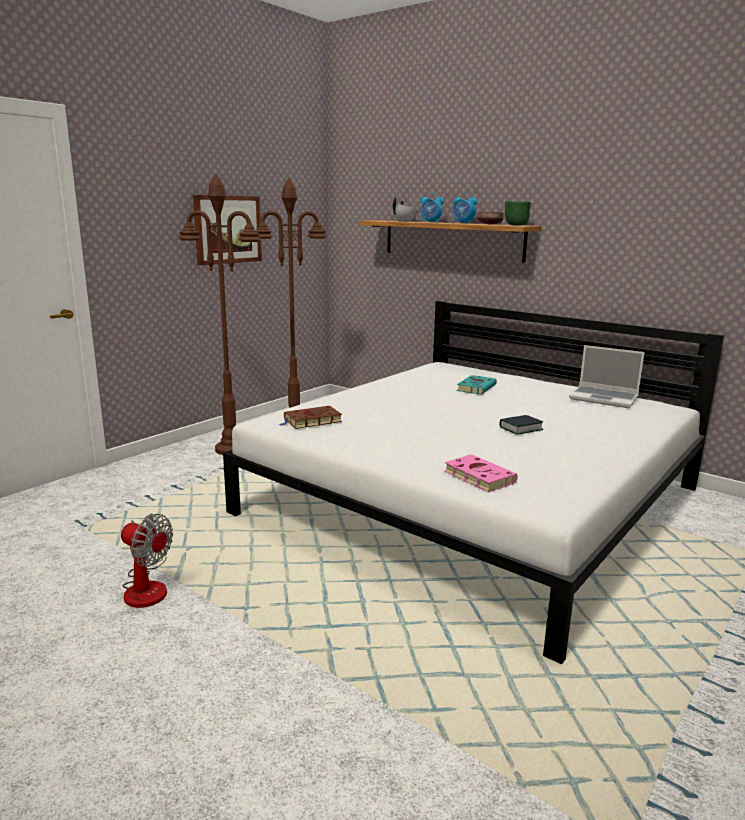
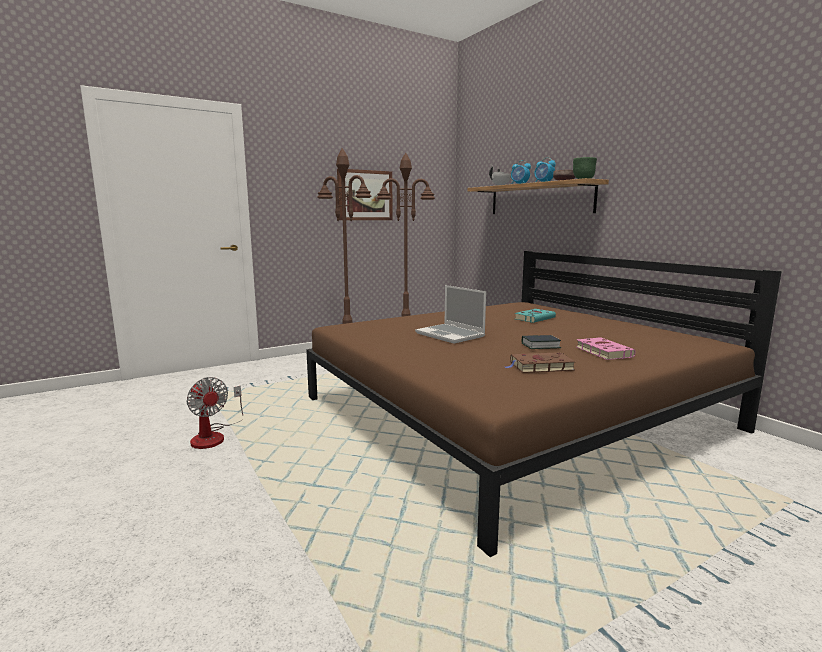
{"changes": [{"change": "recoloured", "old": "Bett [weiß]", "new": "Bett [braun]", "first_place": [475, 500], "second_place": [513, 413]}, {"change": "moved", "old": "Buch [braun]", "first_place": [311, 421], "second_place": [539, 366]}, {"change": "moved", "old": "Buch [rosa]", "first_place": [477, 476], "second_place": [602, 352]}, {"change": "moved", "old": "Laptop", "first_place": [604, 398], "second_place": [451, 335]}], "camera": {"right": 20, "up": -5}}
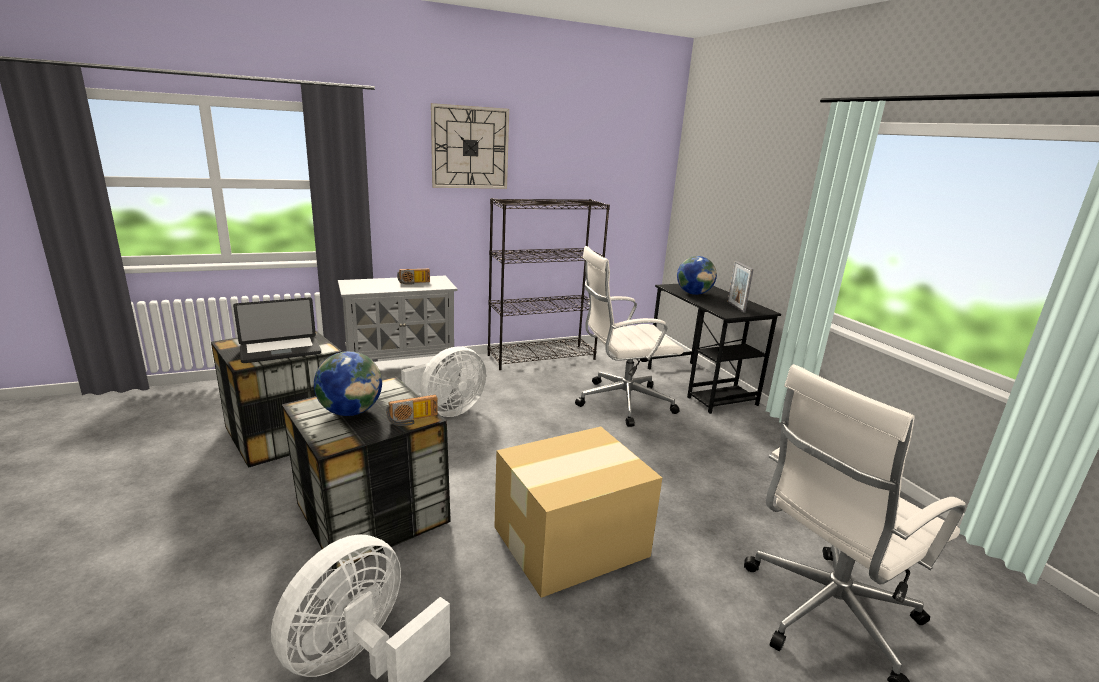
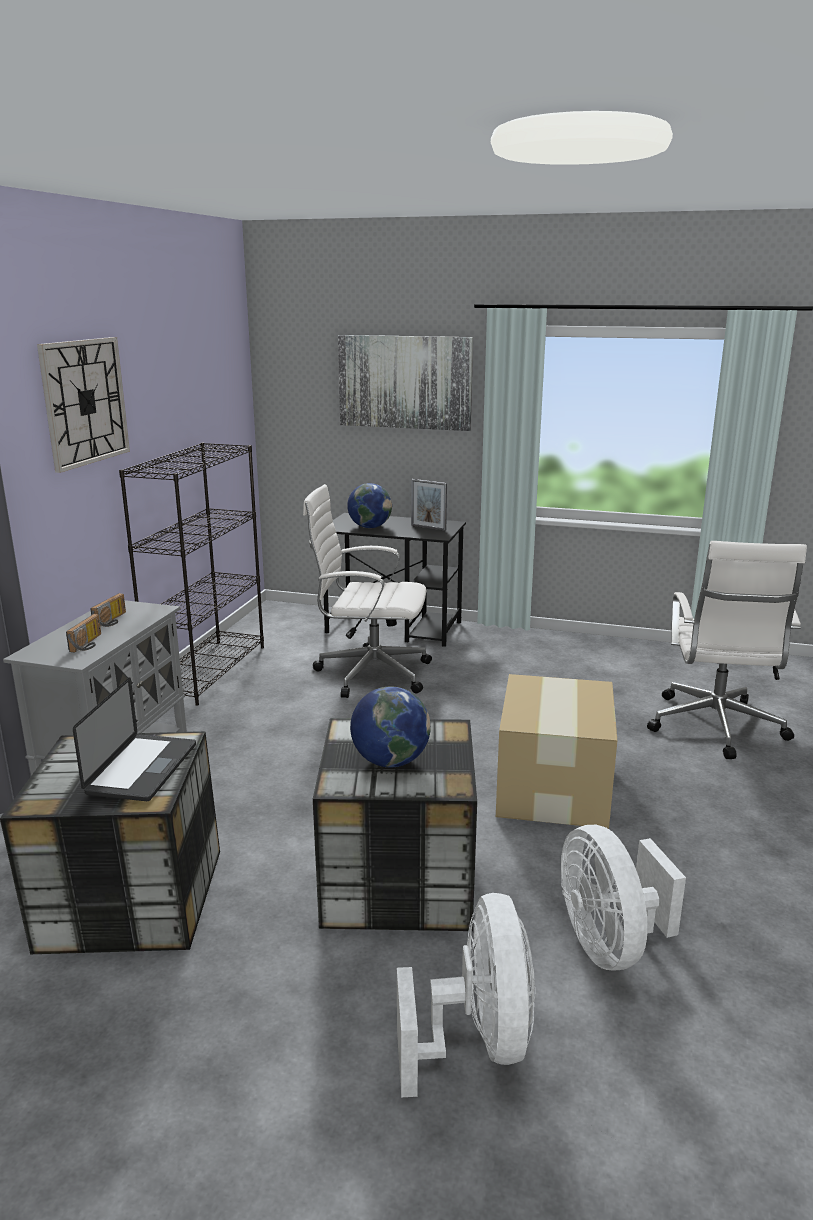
{"changes": [{"change": "moved", "old": "Radio", "first_place": [413, 420], "second_place": [89, 644]}, {"change": "moved", "old": "Ventilator [weiß]", "first_place": [447, 411], "second_place": [477, 1042]}, {"change": "turned", "old": "Bürostuhl [weiß]", "first_place": [621, 402], "second_place": [370, 673], "degrees": 75}, {"change": "added", "new": "Bild", "second_place": [405, 382]}], "camera": {"right": -50, "up": 0}}
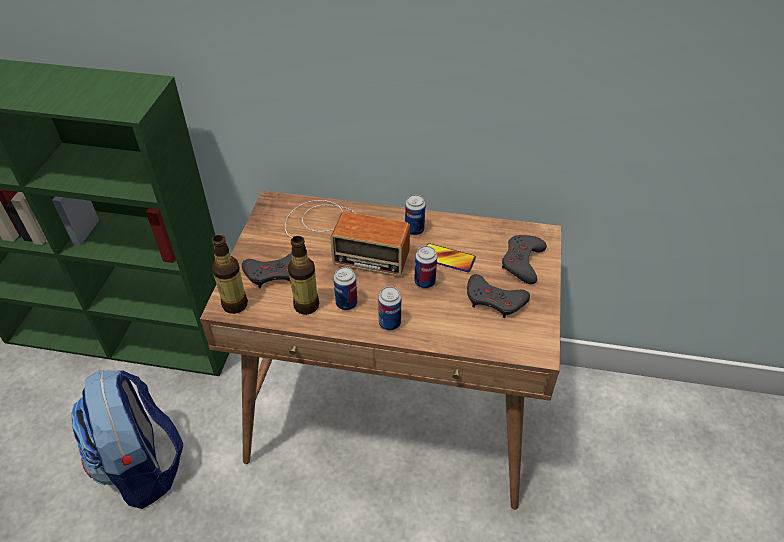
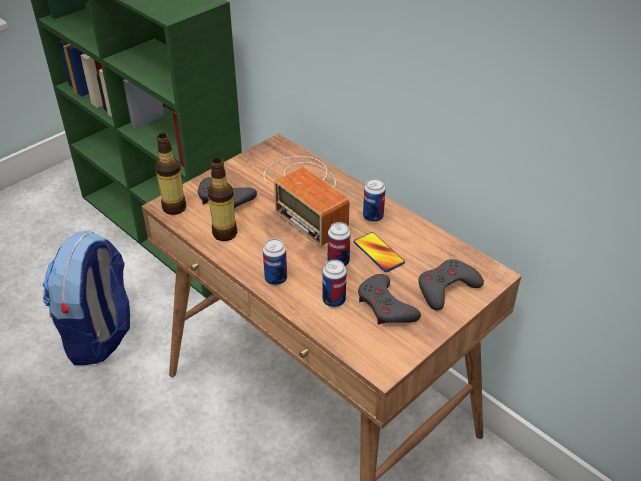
{"changes": [{"change": "moved", "old": "Dose", "first_place": [346, 303], "second_place": [334, 300]}], "camera": {"right": 35, "up": -5}}
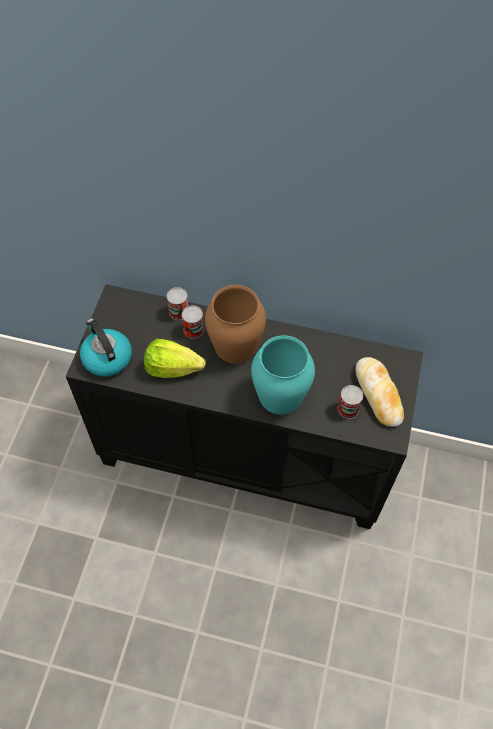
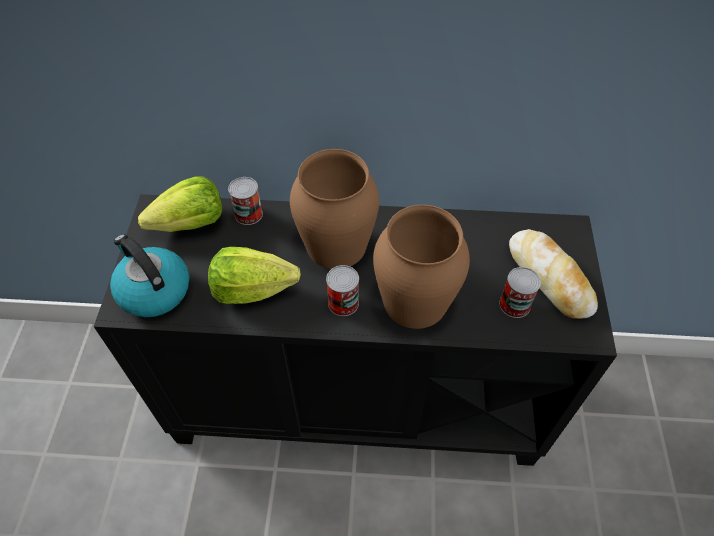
{"changes": [{"change": "moved", "old": "Dose", "first_place": [193, 330], "second_place": [343, 303]}, {"change": "recoloured", "old": "Vase [türkis]", "new": "Vase [braun]", "first_place": [280, 395], "second_place": [414, 301]}, {"change": "added", "new": "Salatkopf", "second_place": [190, 224]}], "camera": {"right": -10, "up": -5}}
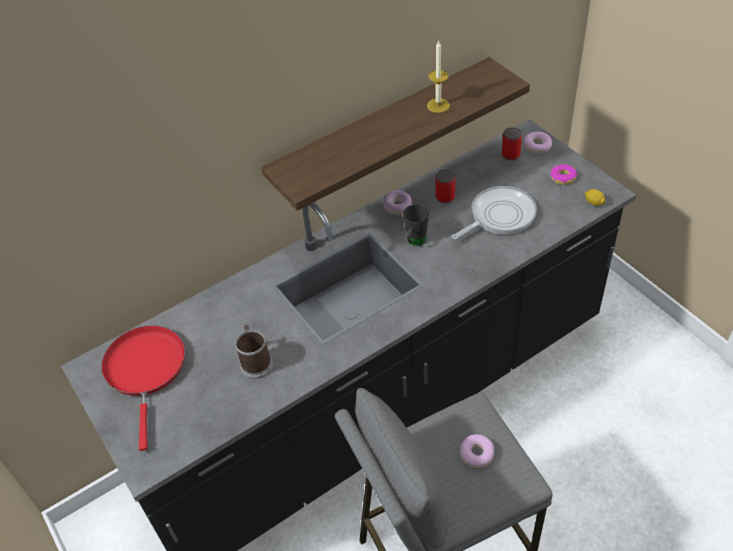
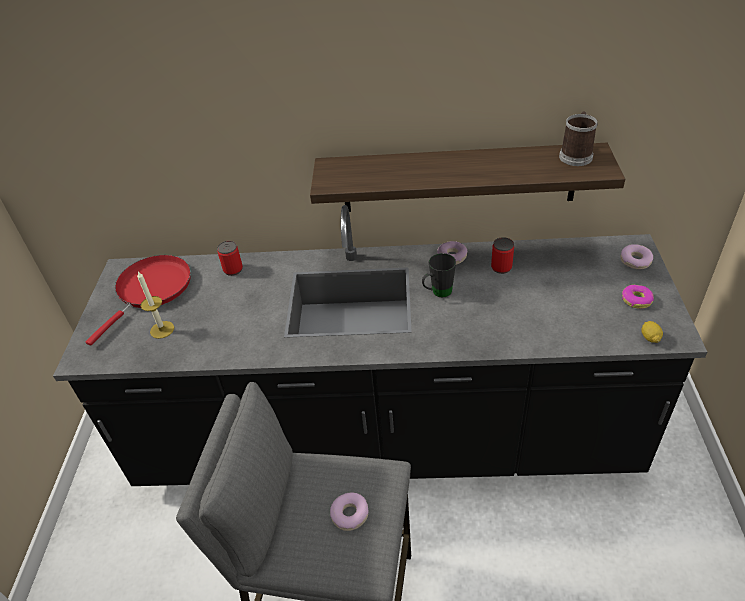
{"changes": [{"change": "moved", "old": "Henkelbecher", "first_place": [255, 362], "second_place": [576, 155]}, {"change": "moved", "old": "Kerze", "first_place": [438, 105], "second_place": [162, 329]}, {"change": "removed", "old": "Pfanne", "first_place": [499, 216]}, {"change": "moved", "old": "Dose", "first_place": [510, 155], "second_place": [233, 269]}], "camera": {"right": 35, "up": -5}}
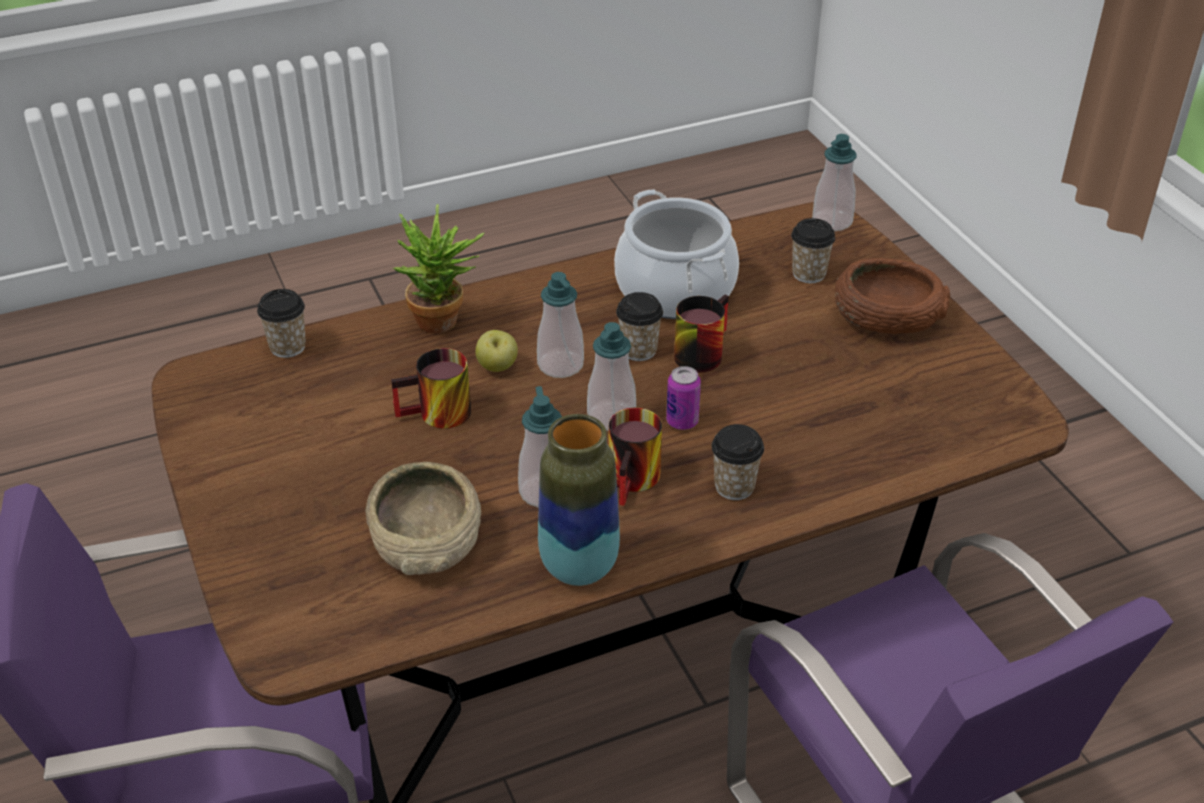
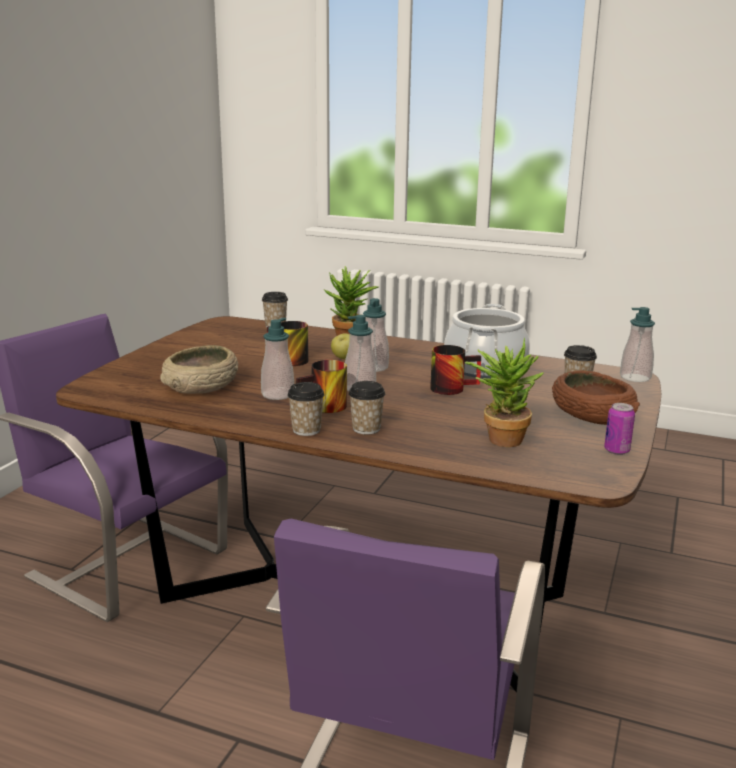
{"changes": [{"change": "removed", "old": "Vase", "first_place": [579, 567]}, {"change": "moved", "old": "Tasse", "first_place": [638, 350], "second_place": [306, 430]}, {"change": "moved", "old": "Dose", "first_place": [682, 421], "second_place": [616, 450]}, {"change": "added", "new": "Topfpflanze", "second_place": [500, 437]}], "camera": {"right": 45, "up": -20}}
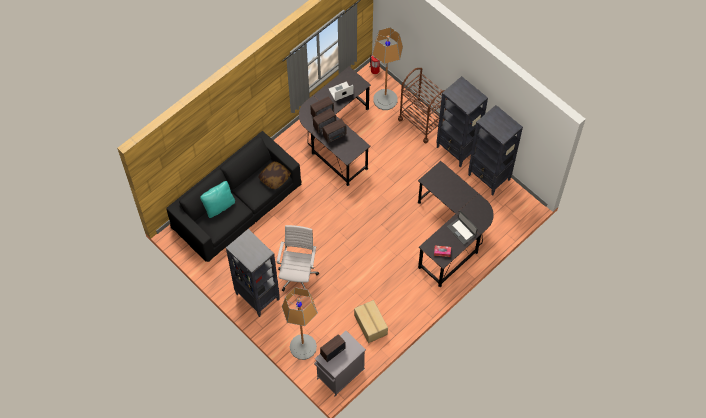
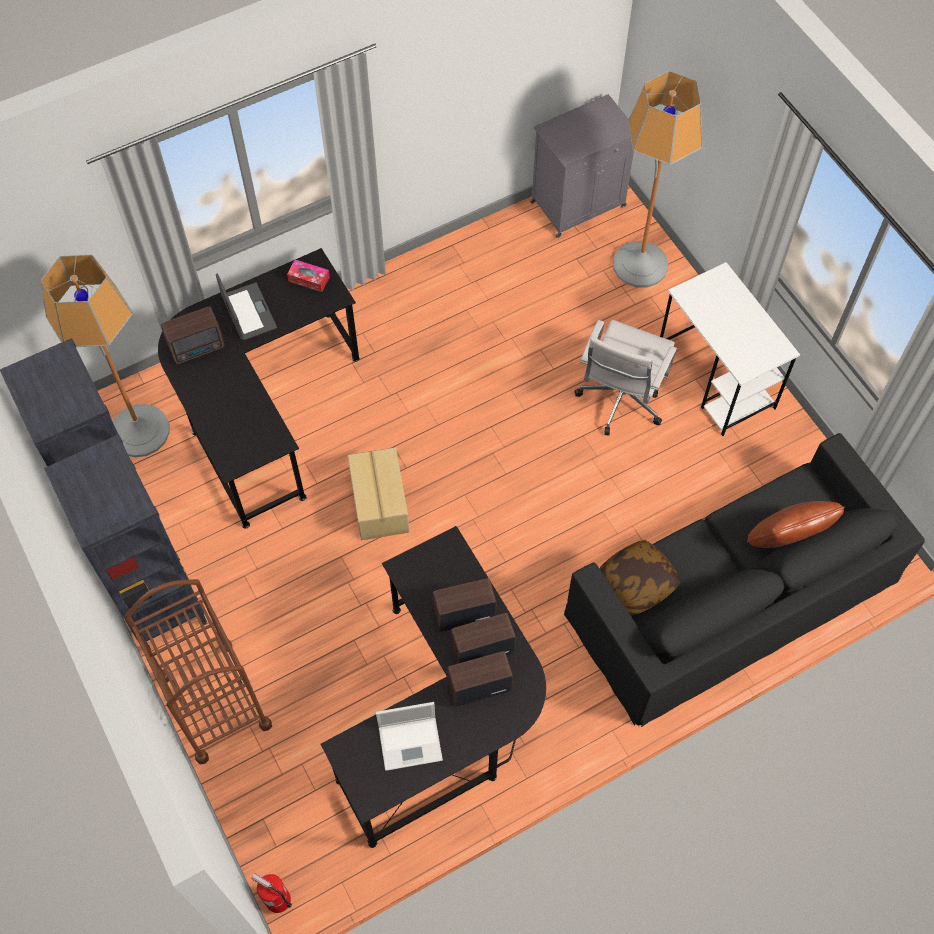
{"changes": [{"change": "recoloured", "old": "Kissen [türkis]", "new": "Kissen [braun]", "first_place": [219, 206], "second_place": [786, 540]}, {"change": "replaced", "old": "Bücherregal [schwarz]", "new": "Schreibtisch [weiß]", "first_place": [257, 296], "second_place": [716, 379]}, {"change": "moved", "old": "Radio", "first_place": [332, 352], "second_place": [198, 348]}, {"change": "moved", "old": "Karton", "first_place": [371, 324], "second_place": [378, 503]}, {"change": "moved", "old": "Stehlampe", "first_place": [385, 100], "second_place": [140, 431]}], "camera": {"right": -165, "up": 0}}
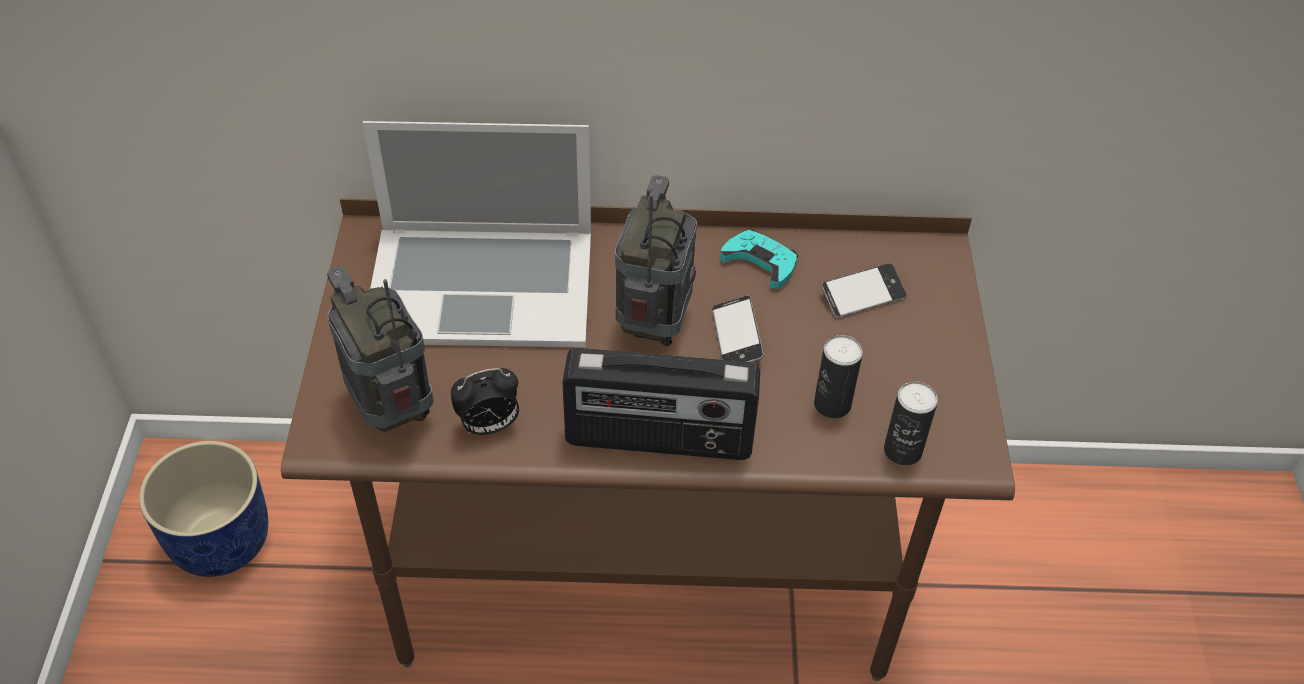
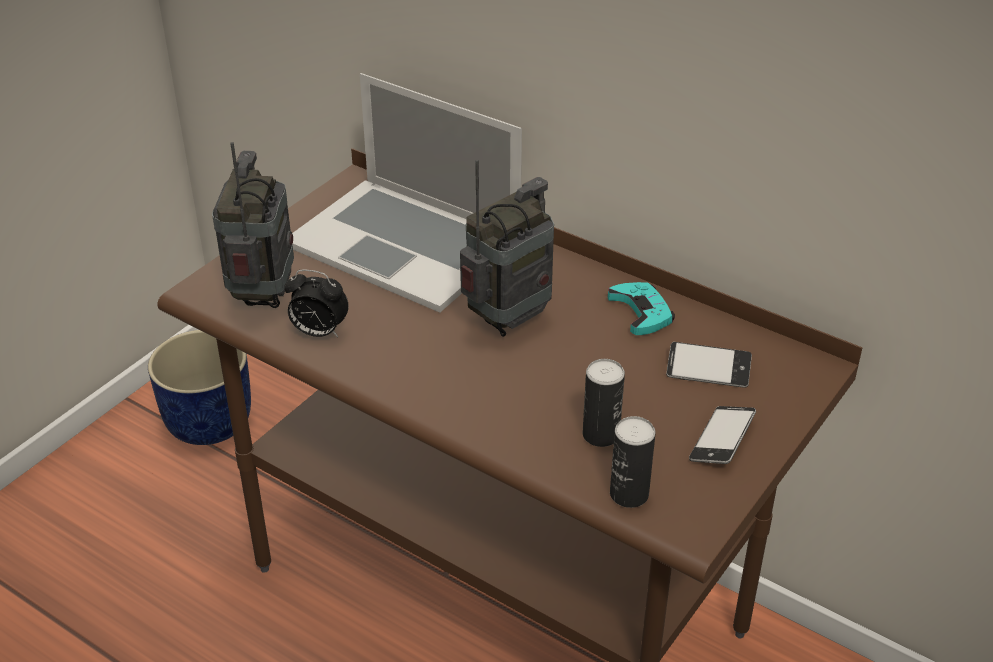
{"changes": [{"change": "removed", "old": "Radio", "first_place": [659, 440]}, {"change": "moved", "old": "Handy", "first_place": [736, 337], "second_place": [722, 440]}], "camera": {"right": 35, "up": -10}}
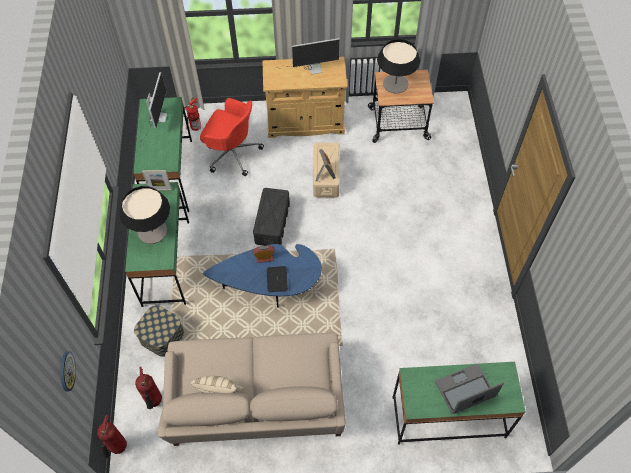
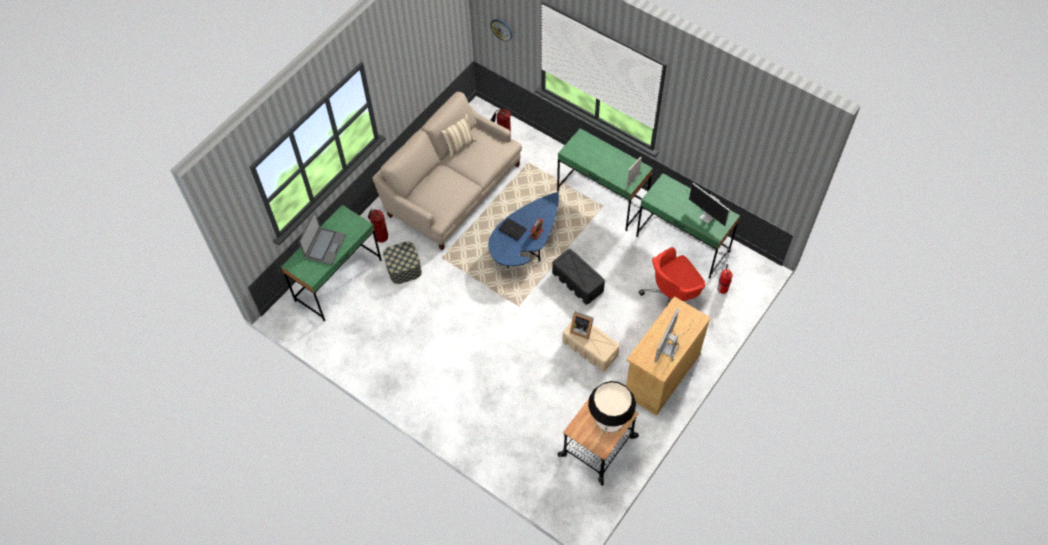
{"changes": [{"change": "moved", "old": "Feuerlöscher", "first_place": [118, 448], "second_place": [380, 237]}, {"change": "removed", "old": "Tischlampe", "first_place": [152, 231]}, {"change": "moved", "old": "Aufbewahrungsbox", "first_place": [162, 336], "second_place": [404, 268]}], "camera": {"right": 130, "up": 0}}
